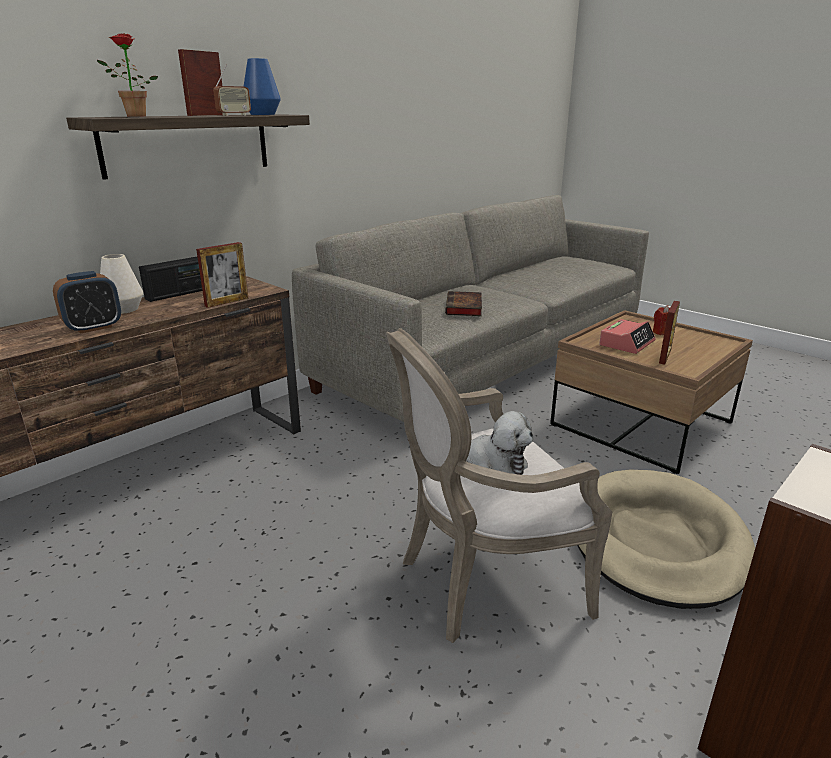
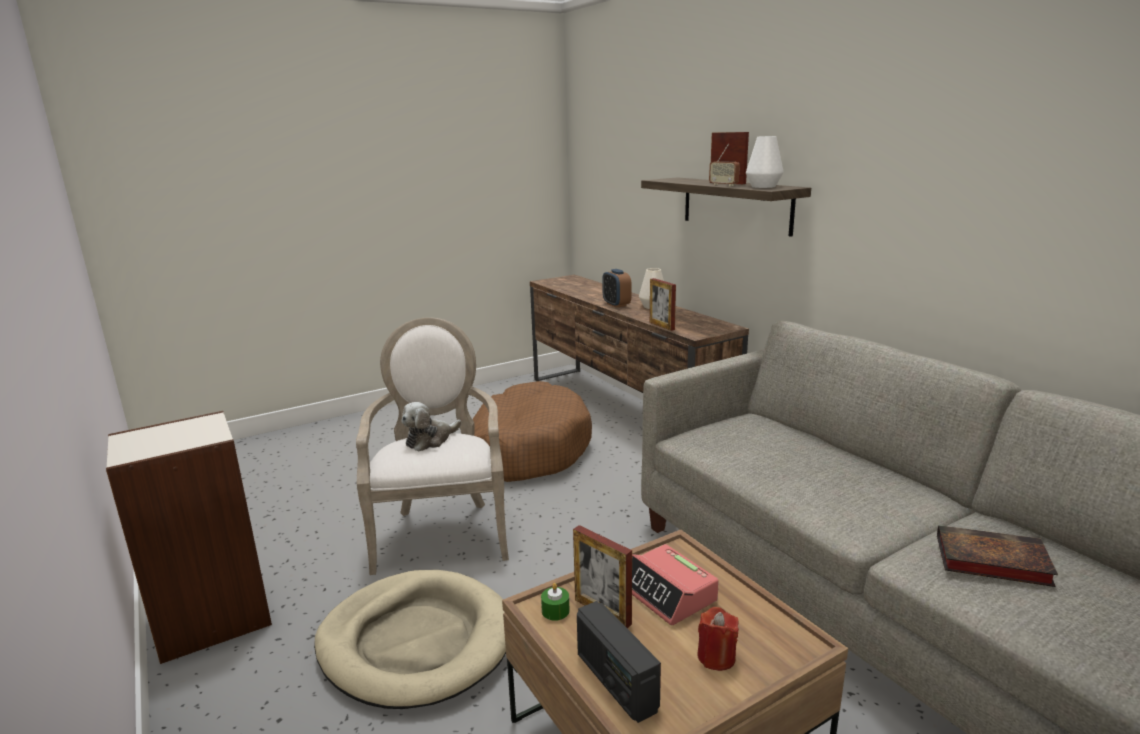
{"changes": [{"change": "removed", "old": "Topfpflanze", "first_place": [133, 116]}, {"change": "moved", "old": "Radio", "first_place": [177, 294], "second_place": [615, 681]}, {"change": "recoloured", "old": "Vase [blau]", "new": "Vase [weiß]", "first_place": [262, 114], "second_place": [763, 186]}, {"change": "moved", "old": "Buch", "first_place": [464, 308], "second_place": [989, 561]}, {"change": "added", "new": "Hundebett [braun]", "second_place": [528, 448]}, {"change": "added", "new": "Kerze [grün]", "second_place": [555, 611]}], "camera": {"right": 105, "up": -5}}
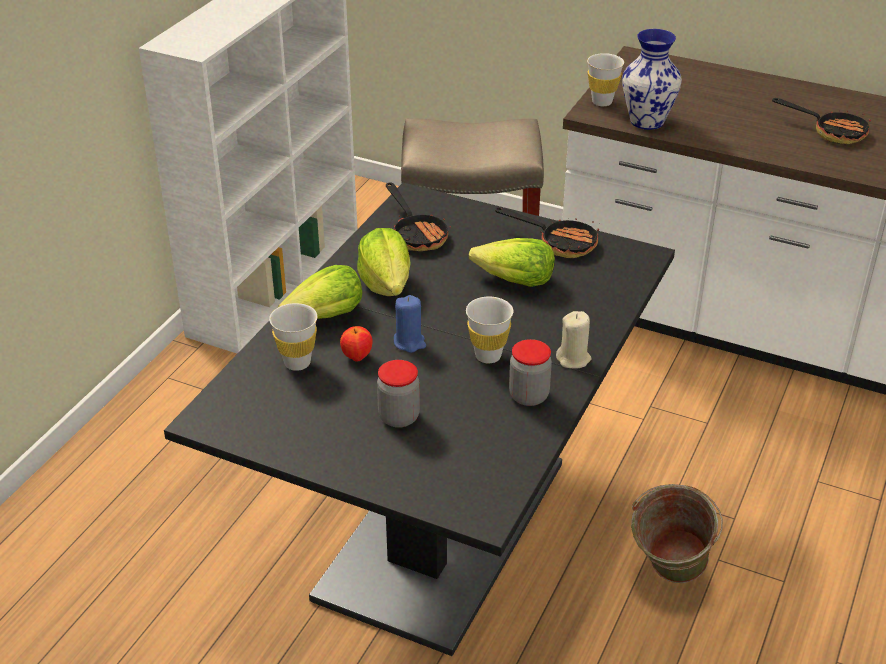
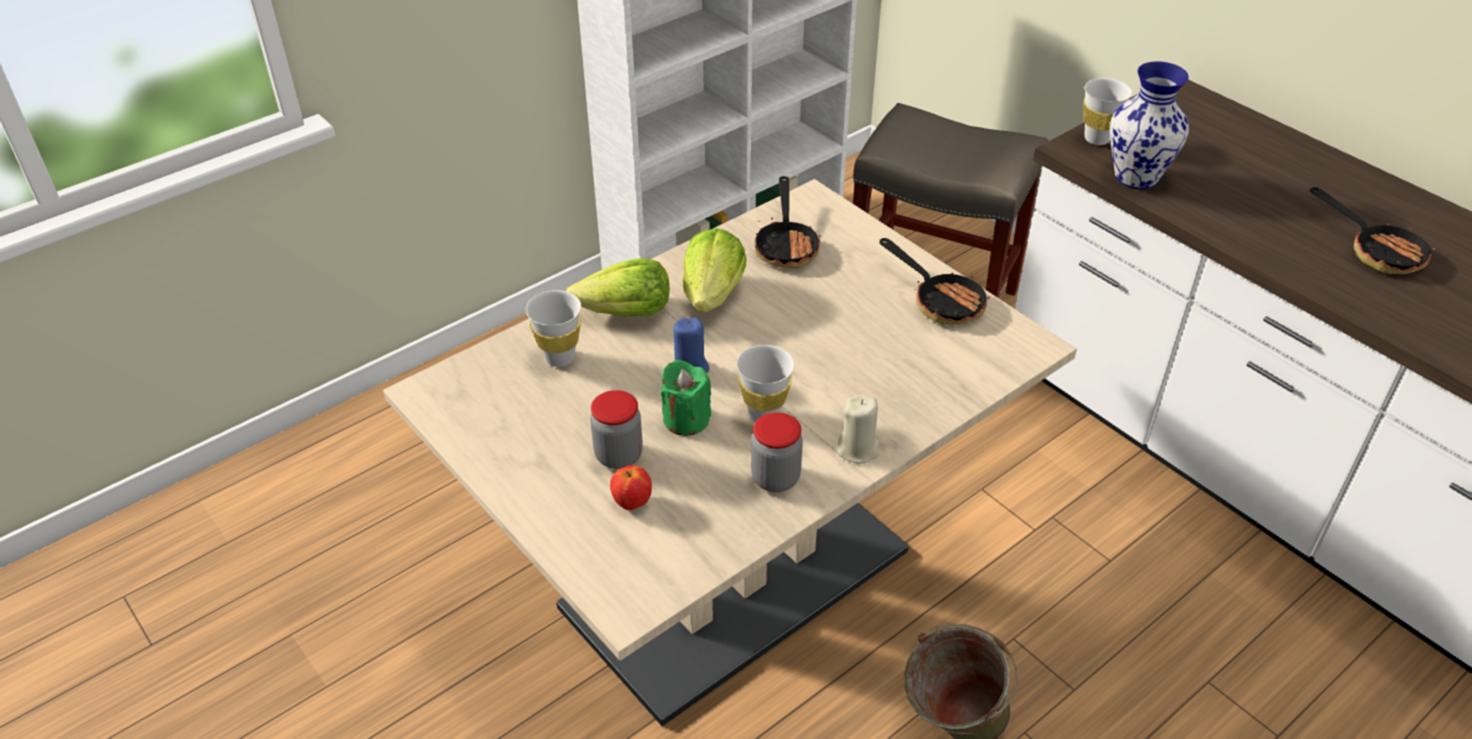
{"changes": [{"change": "recoloured", "old": "Esstisch [schwarz]", "new": "Esstisch [beige]", "first_place": [442, 529], "second_place": [735, 579]}, {"change": "moved", "old": "Apfel", "first_place": [357, 357], "second_place": [632, 503]}, {"change": "removed", "old": "Salatkopf", "first_place": [514, 281]}, {"change": "added", "new": "Kerze [grün]", "second_place": [686, 419]}], "camera": {"right": 25, "up": 5}}
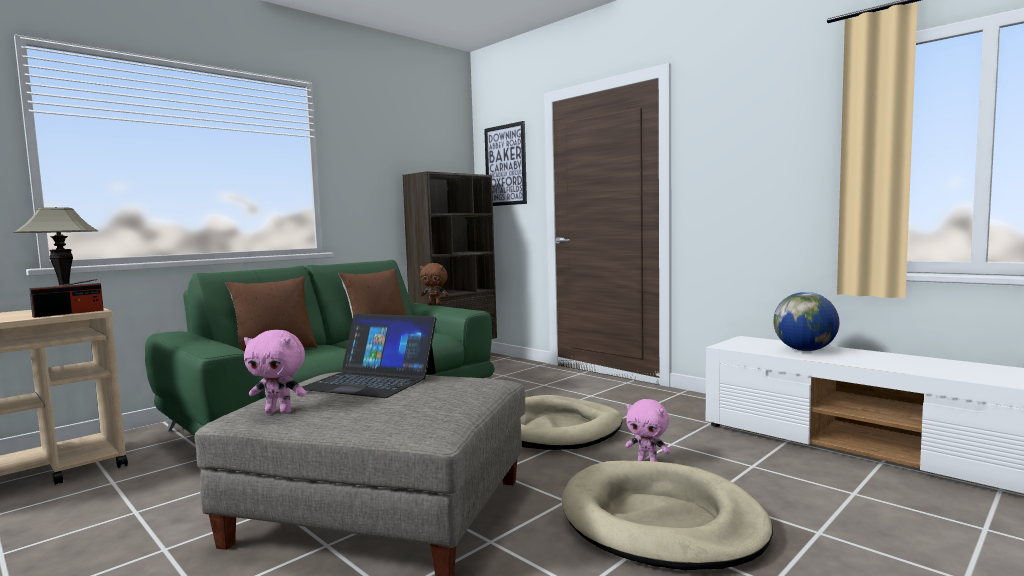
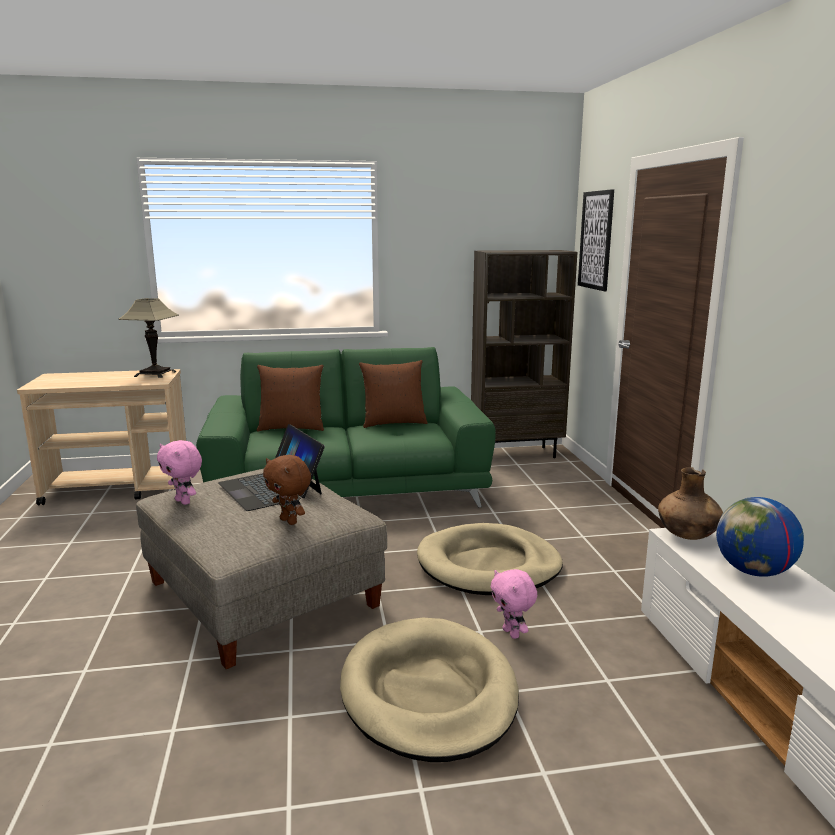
{"changes": [{"change": "removed", "old": "Radio", "first_place": [69, 313]}, {"change": "moved", "old": "Plüschtier [braun]", "first_place": [435, 304], "second_place": [290, 521]}, {"change": "added", "new": "Vase [braun]", "second_place": [687, 536]}], "camera": {"right": 35, "up": 10}}
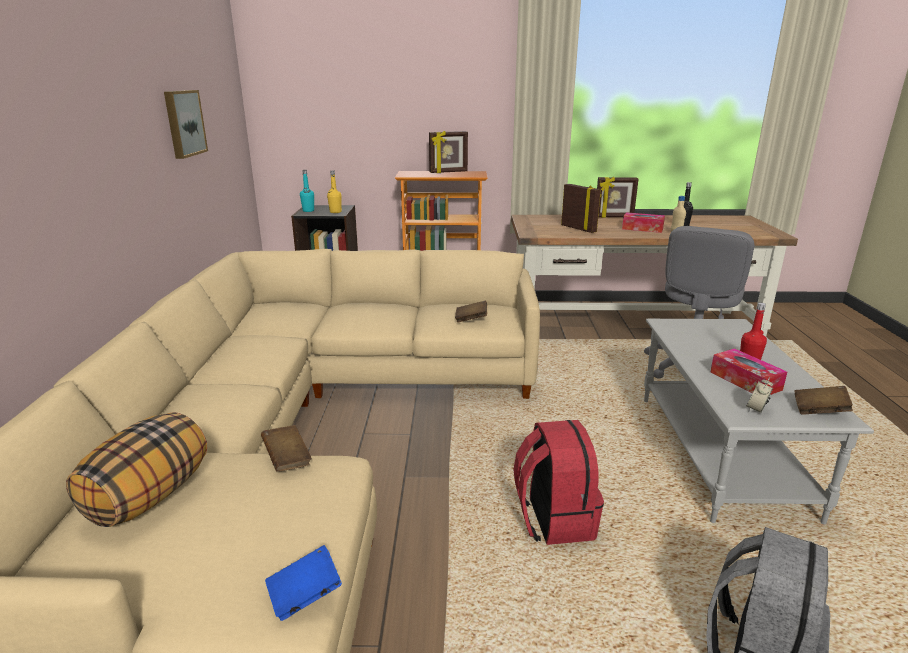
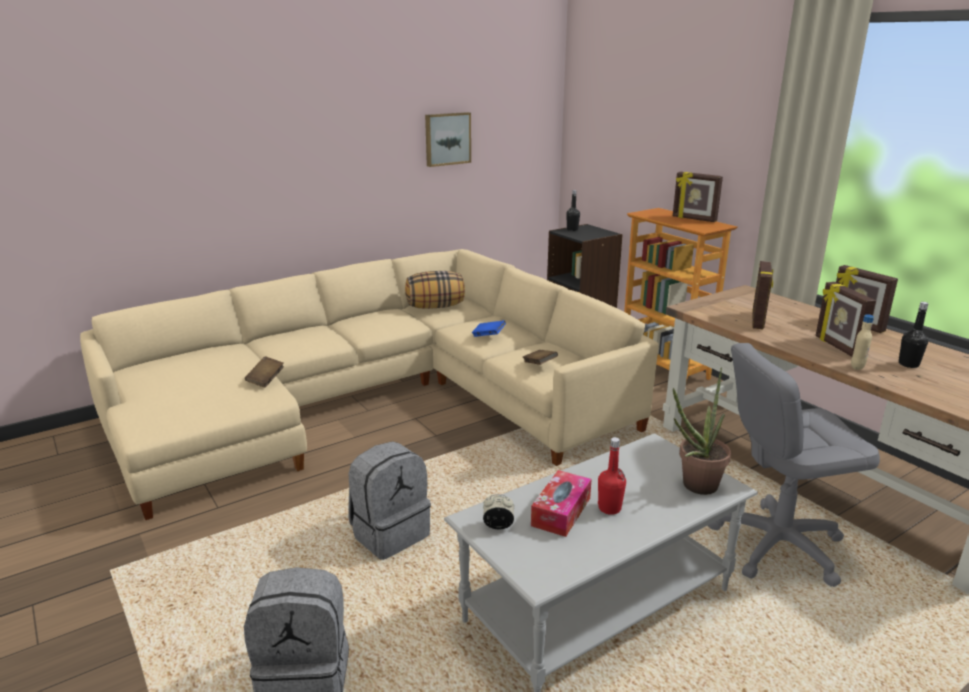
{"changes": [{"change": "moved", "old": "Kissen", "first_place": [149, 496], "second_place": [435, 307]}, {"change": "moved", "old": "Buch [blau]", "first_place": [305, 595], "second_place": [488, 336]}, {"change": "recoloured", "old": "Flasche [türkis]", "new": "Flasche [schwarz]", "first_place": [308, 211], "second_place": [572, 229]}, {"change": "removed", "old": "Flasche [gelb]", "first_place": [335, 212]}, {"change": "recoloured", "old": "Rucksack [rot]", "new": "Rucksack [grau]", "first_place": [553, 519], "second_place": [390, 533]}, {"change": "replaced", "old": "Taschentuchbox", "new": "Bilderrahmen", "first_place": [642, 228], "second_place": [837, 347]}, {"change": "removed", "old": "Buch [braun]", "first_place": [819, 410]}, {"change": "added", "new": "Topfpflanze", "second_place": [694, 487]}], "camera": {"right": 55, "up": 0}}
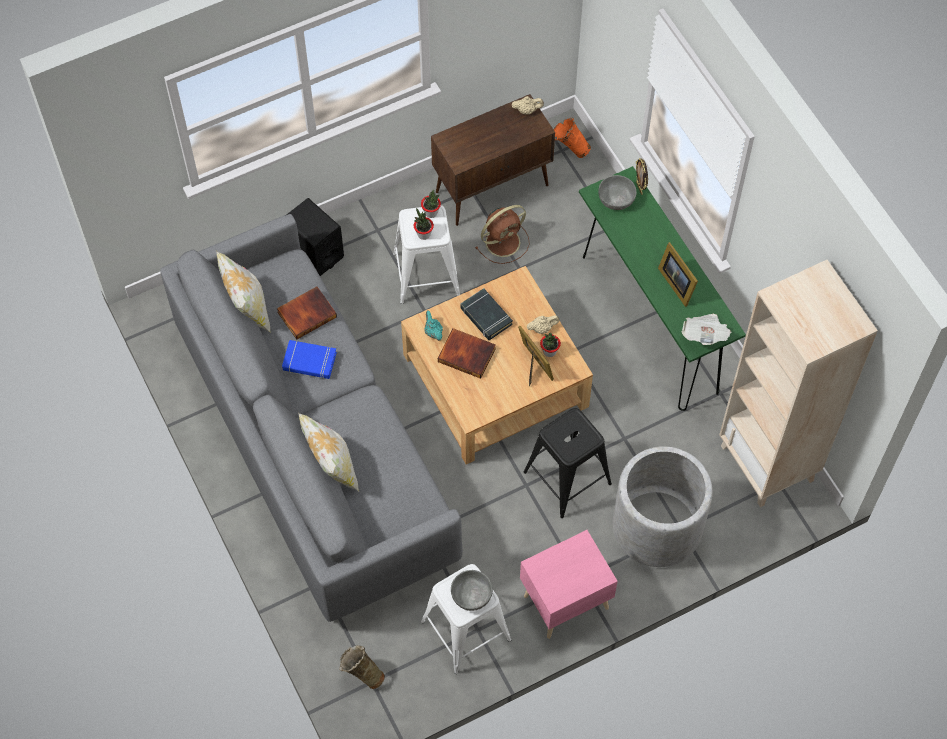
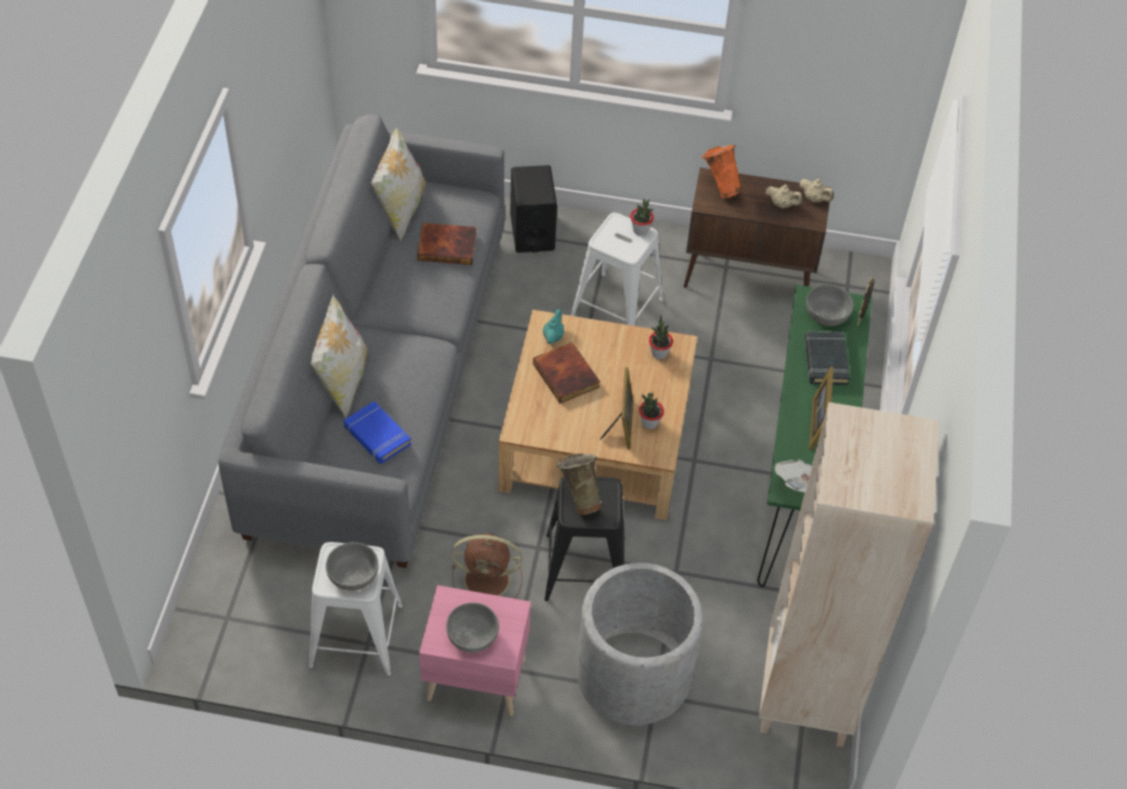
{"changes": [{"change": "moved", "old": "Buch [blau]", "first_place": [309, 362], "second_place": [377, 436]}, {"change": "moved", "old": "Vase [beige]", "first_place": [362, 675], "second_place": [579, 498]}, {"change": "moved", "old": "Topfpflanze", "first_place": [423, 234], "second_place": [659, 353]}, {"change": "moved", "old": "Buch [schwarz]", "first_place": [485, 316], "second_place": [825, 361]}, {"change": "moved", "old": "Ventilator [braun]", "first_place": [504, 241], "second_place": [489, 580]}, {"change": "moved", "old": "Teekanne [beige]", "first_place": [542, 328], "second_place": [782, 204]}, {"change": "moved", "old": "Vase [orange]", "first_place": [569, 150], "second_place": [719, 188]}, {"change": "added", "new": "Schüssel [grau]", "second_place": [472, 636]}], "camera": {"right": 35, "up": -10}}
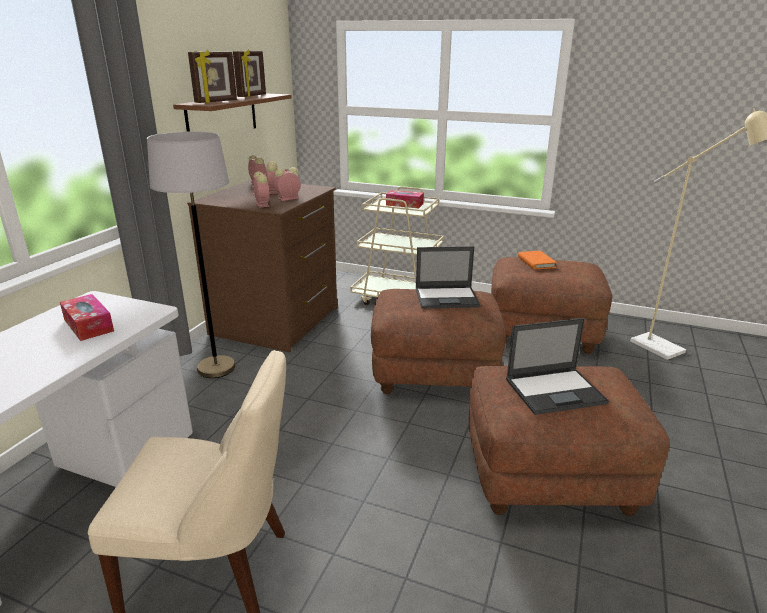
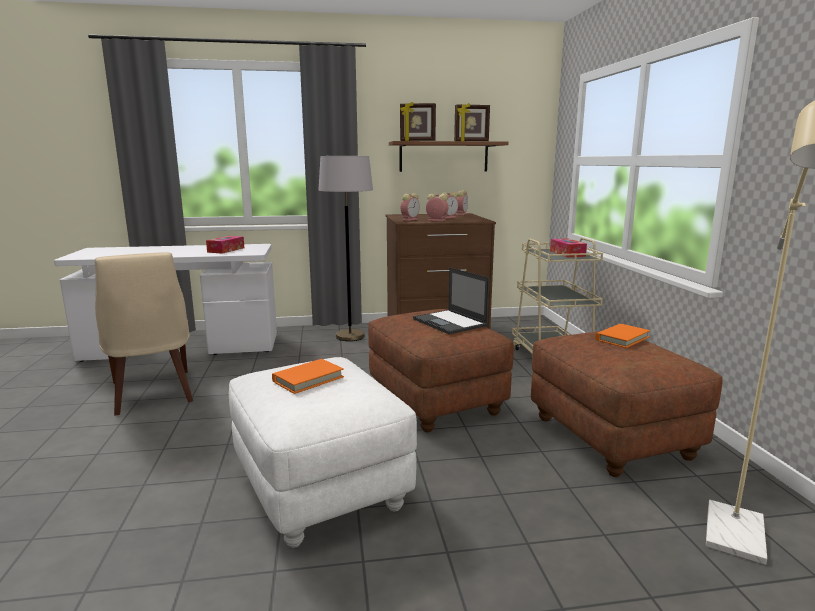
{"changes": [{"change": "recoloured", "old": "Polsterhocker [braun]", "new": "Polsterhocker [weiß]", "first_place": [550, 477], "second_place": [321, 488]}, {"change": "replaced", "old": "Laptop", "new": "Buch [orange]", "first_place": [556, 391], "second_place": [308, 379]}], "camera": {"right": 60, "up": -10}}
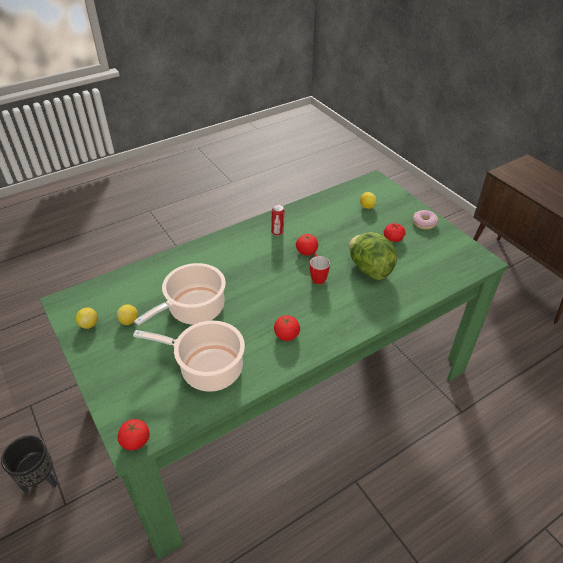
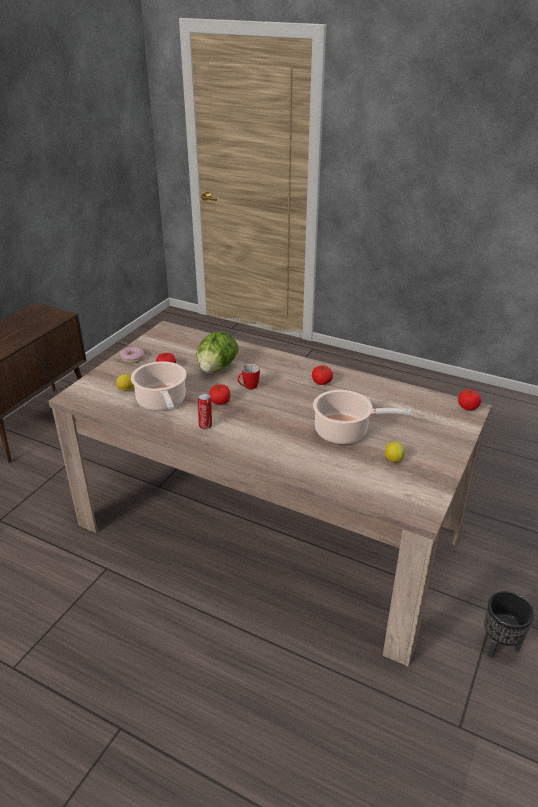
{"changes": [{"change": "recoloured", "old": "Esstisch [grün]", "new": "Esstisch [beige]", "first_place": [281, 388], "second_place": [268, 528]}, {"change": "removed", "old": "Zitrone", "first_place": [89, 324]}, {"change": "moved", "old": "Kochtopf", "first_place": [207, 368], "second_place": [162, 402]}], "camera": {"right": -120, "up": -10}}
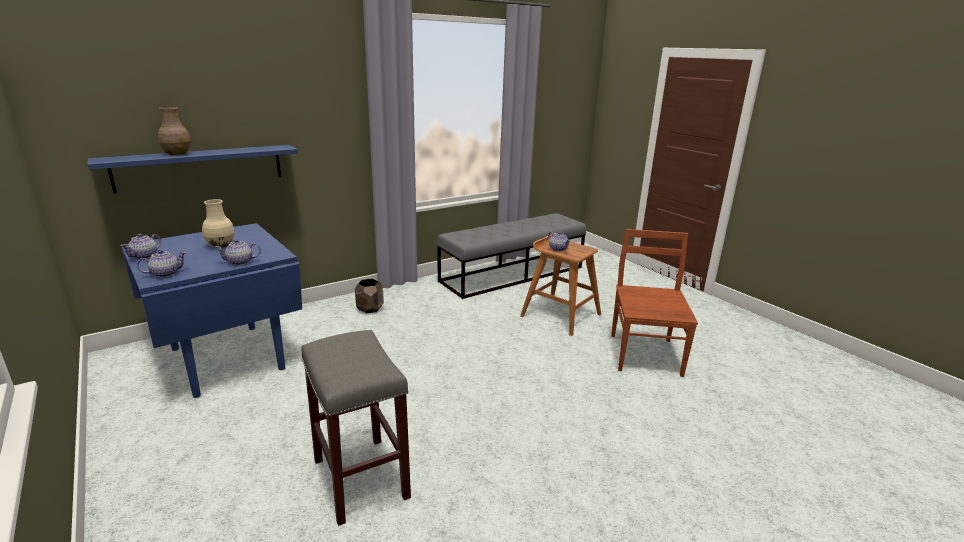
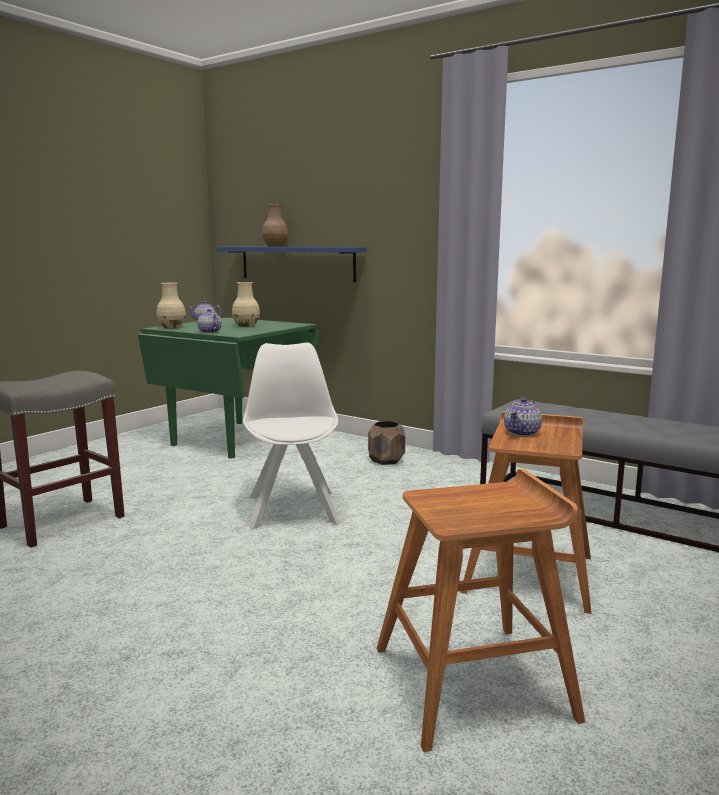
{"changes": [{"change": "recoloured", "old": "Esstisch [blau]", "new": "Esstisch [grün]", "first_place": [228, 358], "second_place": [236, 439]}, {"change": "replaced", "old": "Teekanne", "new": "Vase [beige]", "first_place": [165, 274], "second_place": [172, 327]}, {"change": "replaced", "old": "Stuhl [braun]", "new": "Hocker [braun]", "first_place": [645, 353], "second_place": [474, 682]}, {"change": "added", "new": "Stuhl [weiß]", "second_place": [293, 508]}], "camera": {"right": 70, "up": -10}}
